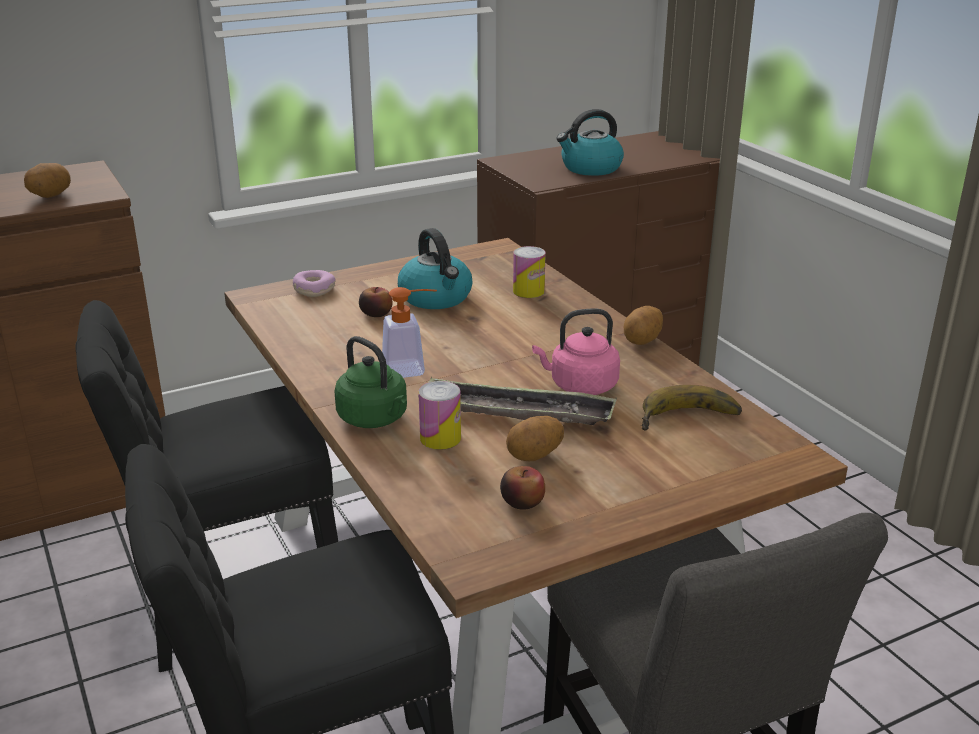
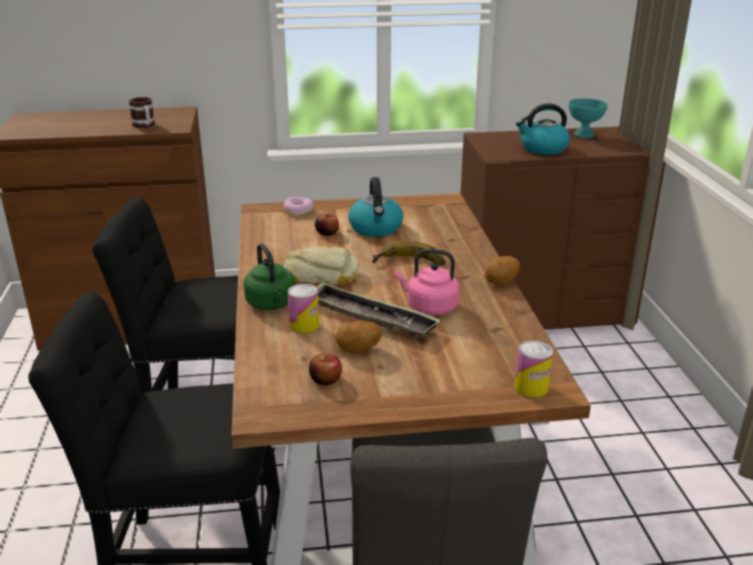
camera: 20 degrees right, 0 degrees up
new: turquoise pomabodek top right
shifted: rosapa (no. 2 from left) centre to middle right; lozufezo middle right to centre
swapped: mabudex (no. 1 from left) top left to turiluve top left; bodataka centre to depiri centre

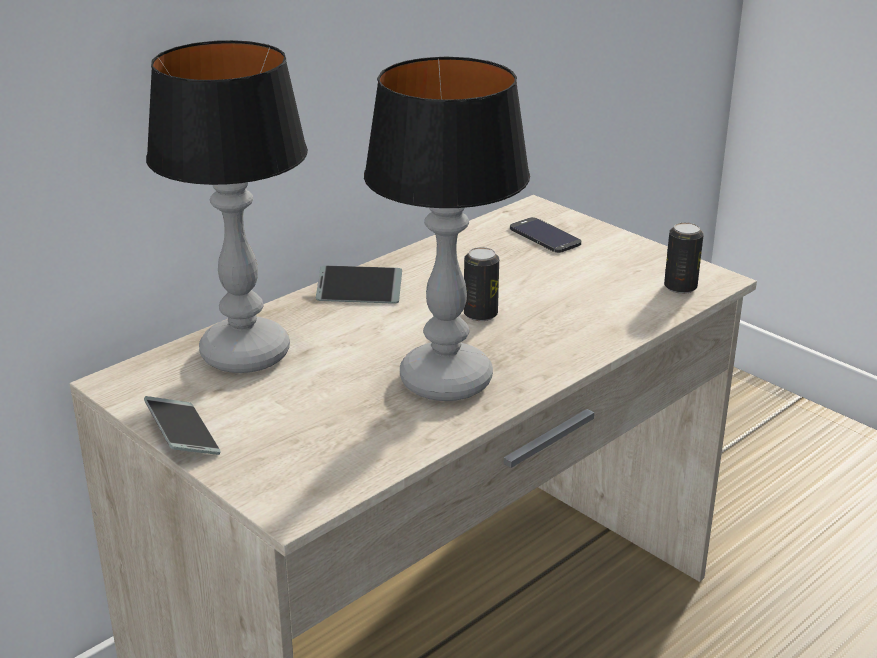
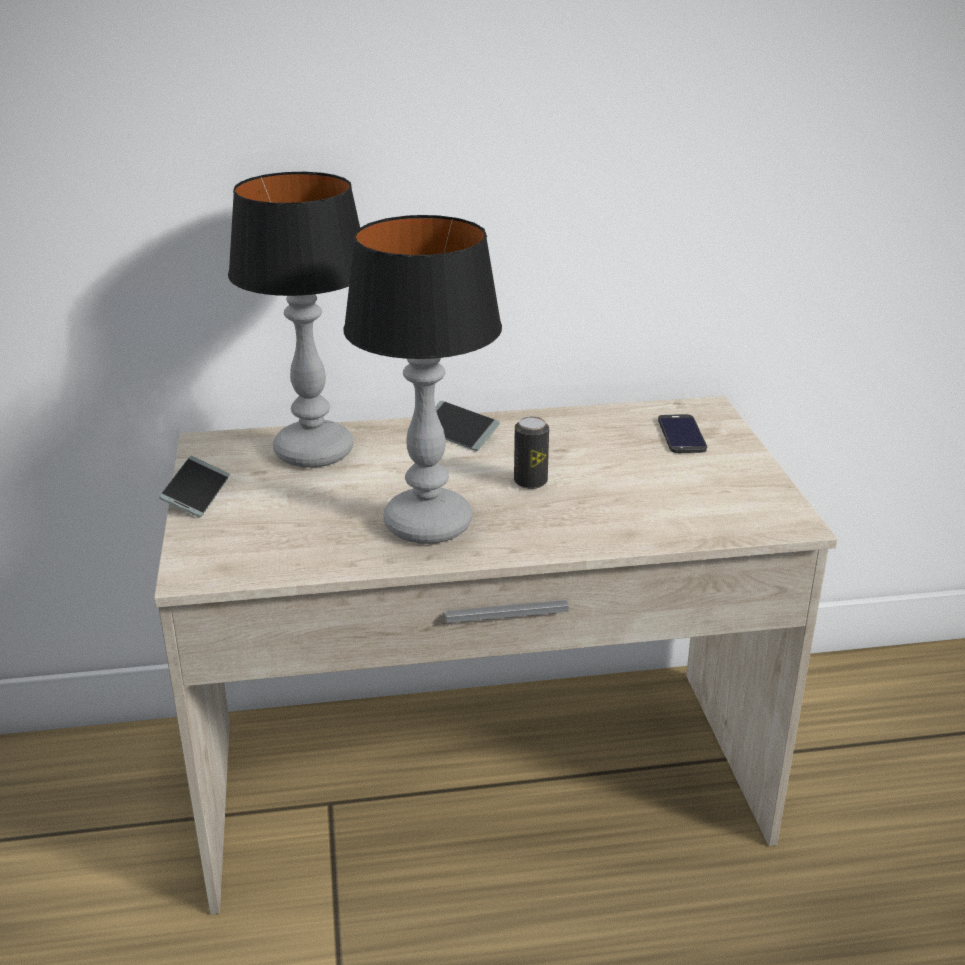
camera: 35 degrees right, 0 degrees up
gone: rosapa (no. 2 from left) middle right

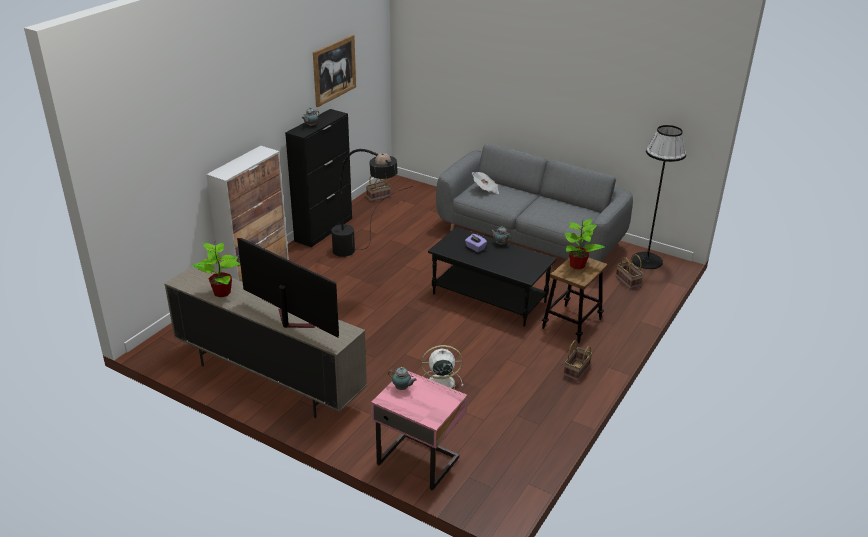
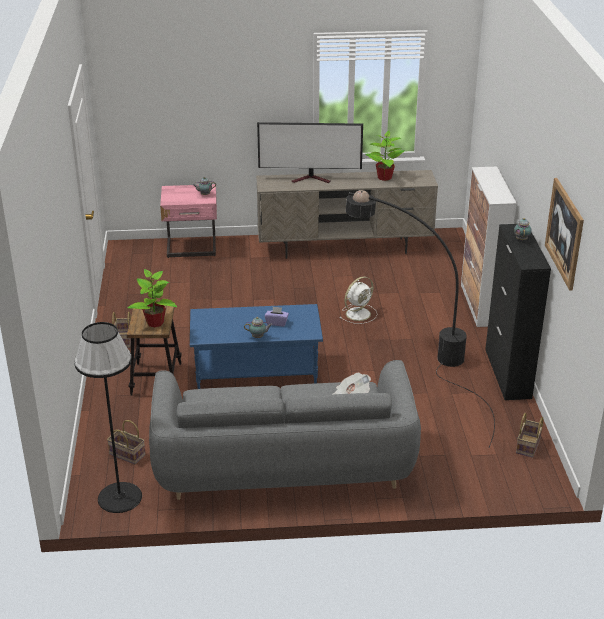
camera: 145 degrees right, 0 degrees up
shifted: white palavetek bottom centre to centre
repainted: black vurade centre to blue vurade centre

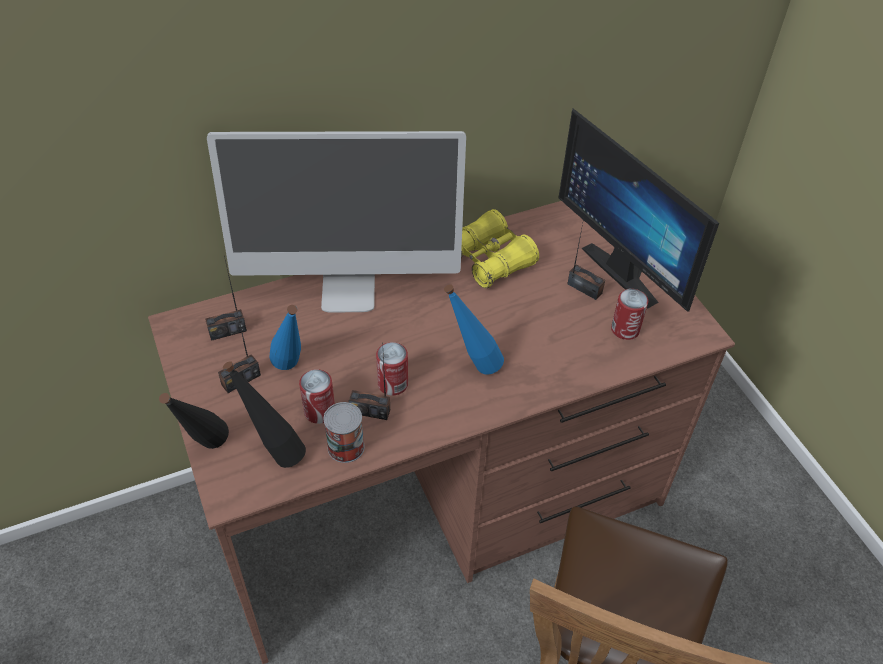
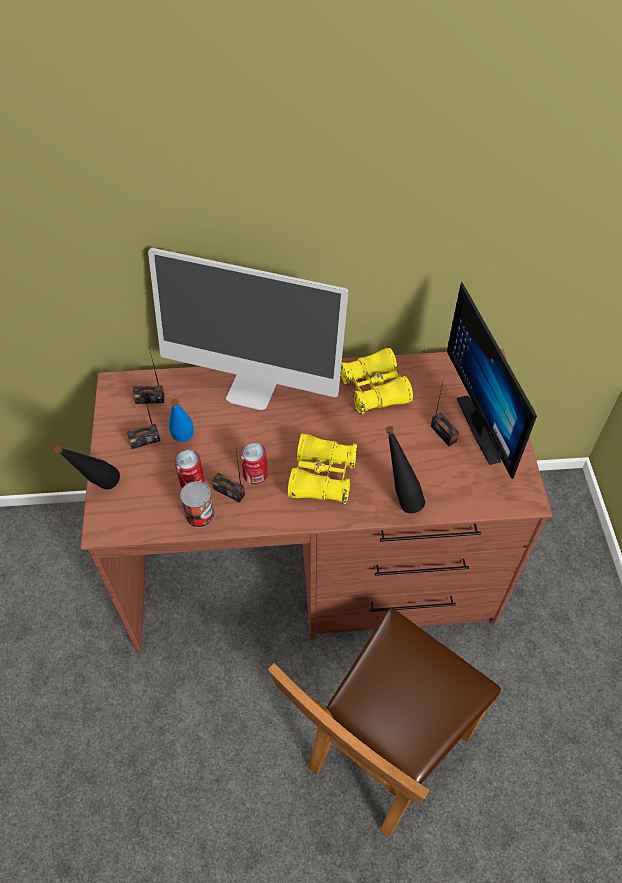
camera: 20 degrees right, 5 degrees up
gone: rosapa (no. 4 from left) middle right
shifted: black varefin (no. 2 from left) middle left to centre
swapped: blue varefin (no. 2 from left) centre to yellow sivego (no. 1 from left) centre

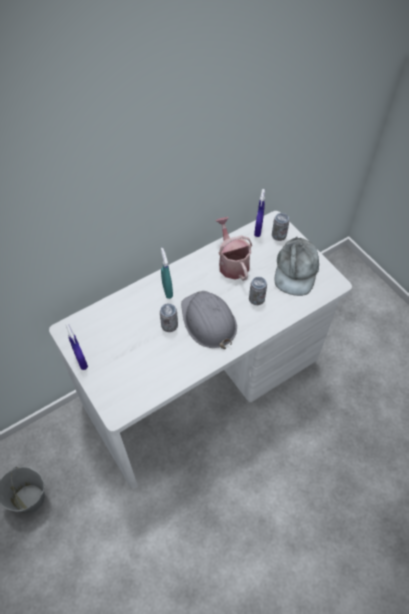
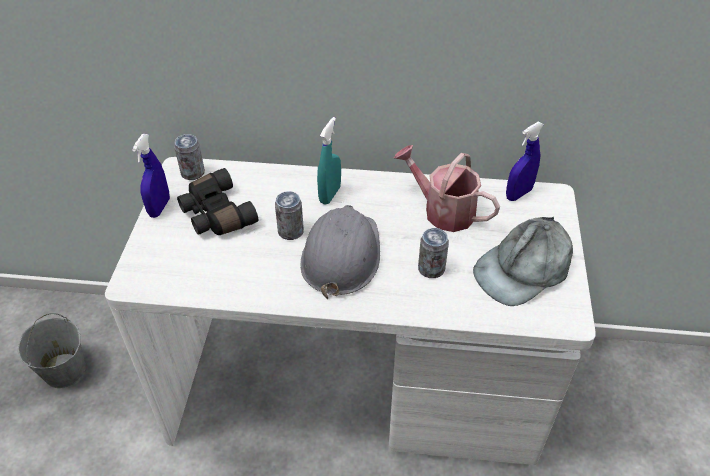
camera: 40 degrees right, 10 degrees down
new: black sivego middle left
shifted: rosapa (no. 3 from left in the first image) middle right to rosapa (no. 1 from left) top left
rotated: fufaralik centre = centre 75 degrees counterclockwise

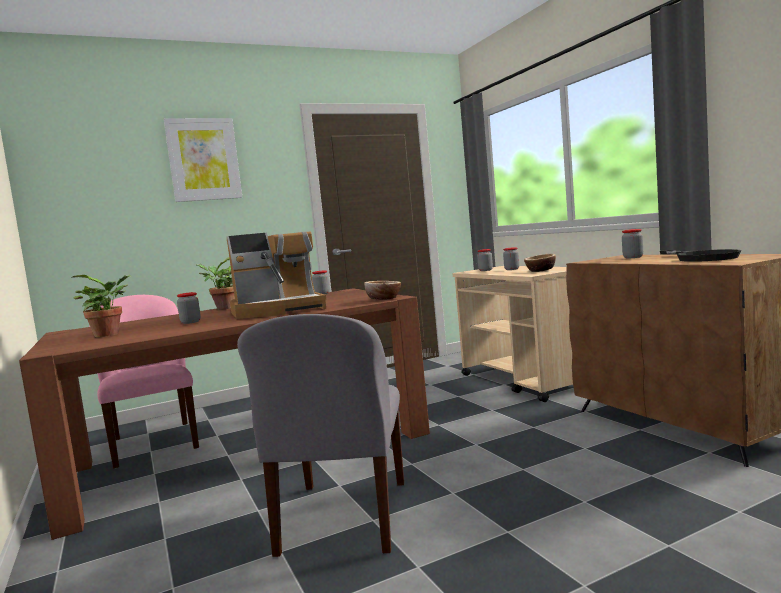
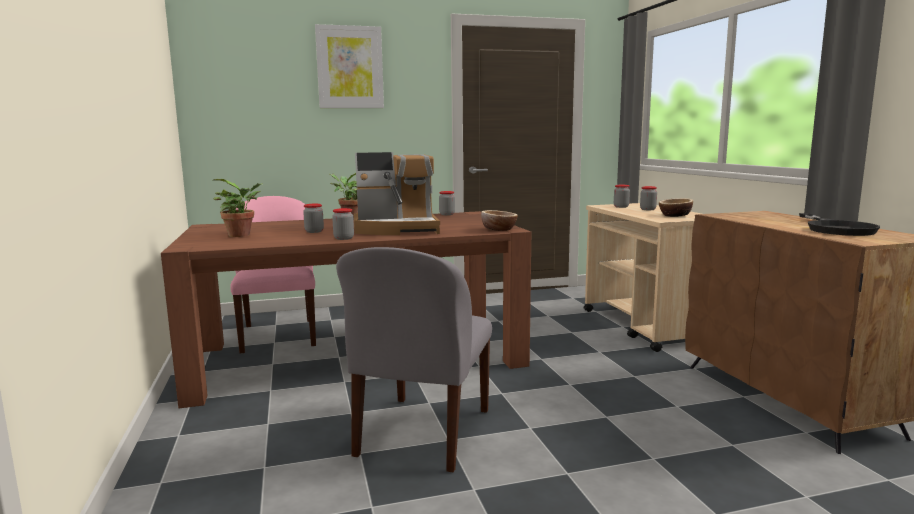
camera: 10 degrees right, 5 degrees up
shifted: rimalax (no. 5 from left in the first image) middle right to rimalax (no. 2 from left) centre

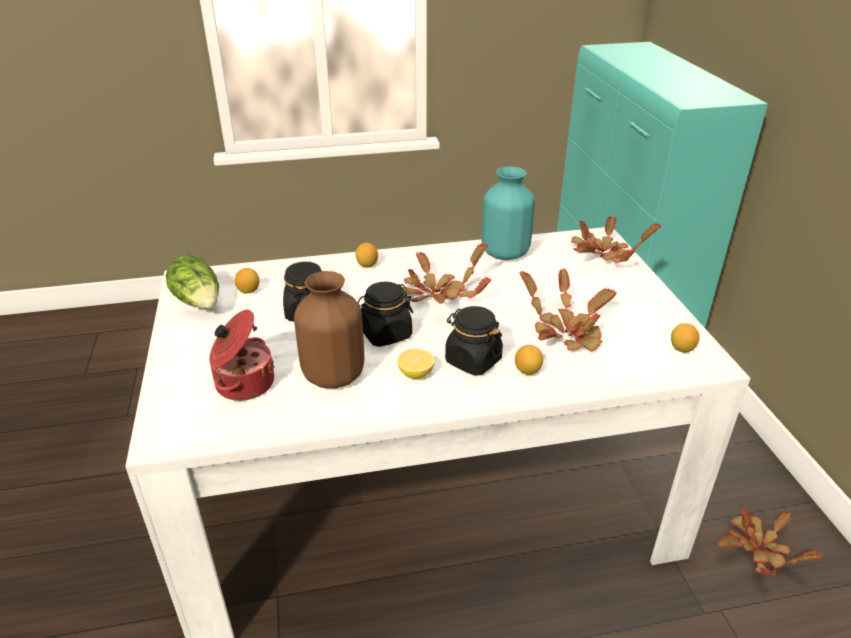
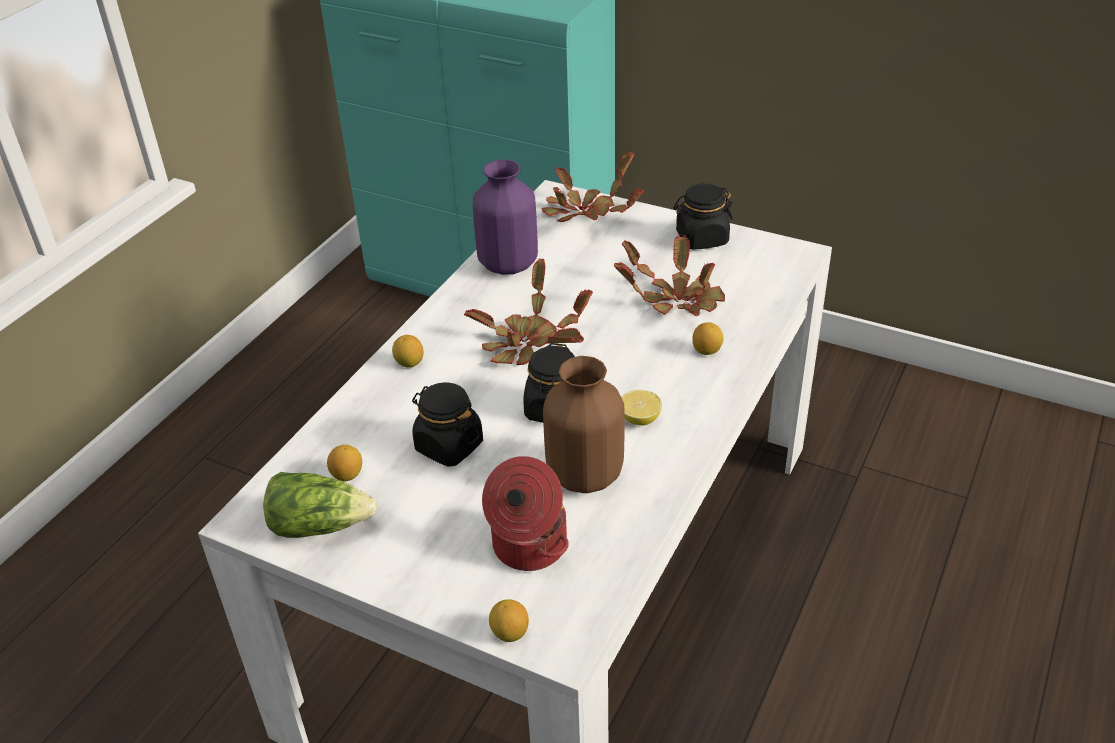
camera: 50 degrees left, 5 degrees up
gone: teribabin (no. 4 from left) bottom right
shifted: black rimalax (no. 3 from left) centre to top centre; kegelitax (no. 5 from left in the first image) middle right to kegelitax (no. 3 from left) bottom centre
repainted: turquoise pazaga centre to purple pazaga top centre

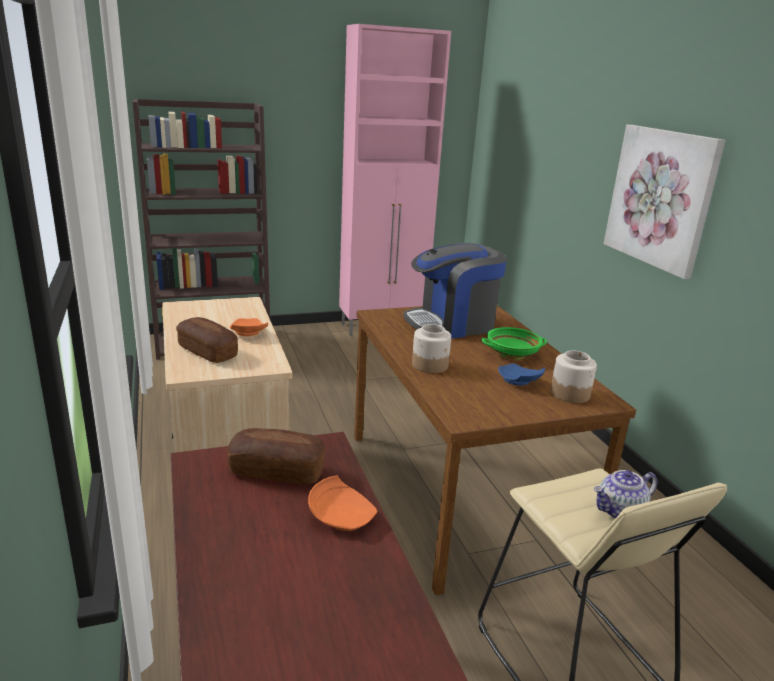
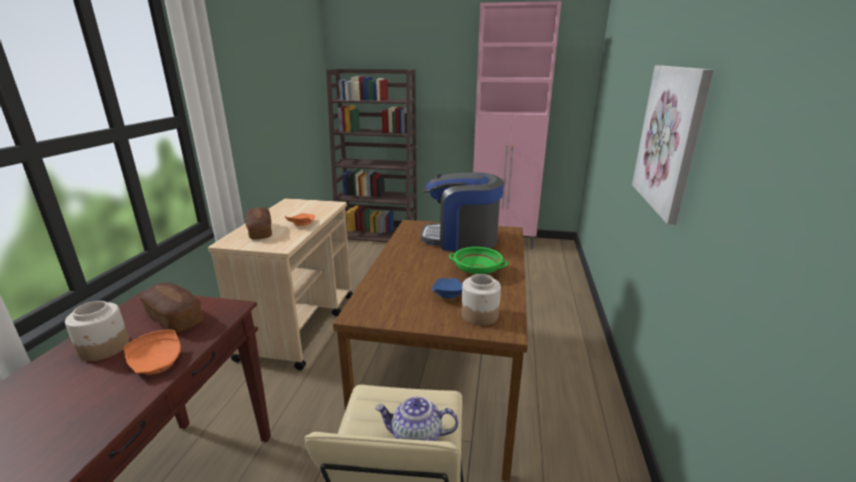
camera: 30 degrees right, 0 degrees up
shifted: rimalax (no. 1 from left) centre to bottom left

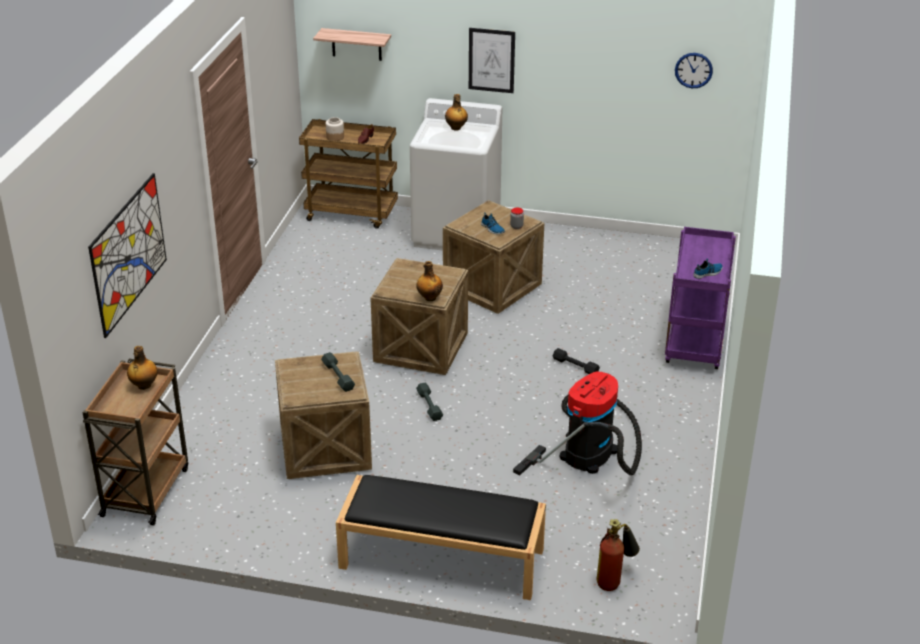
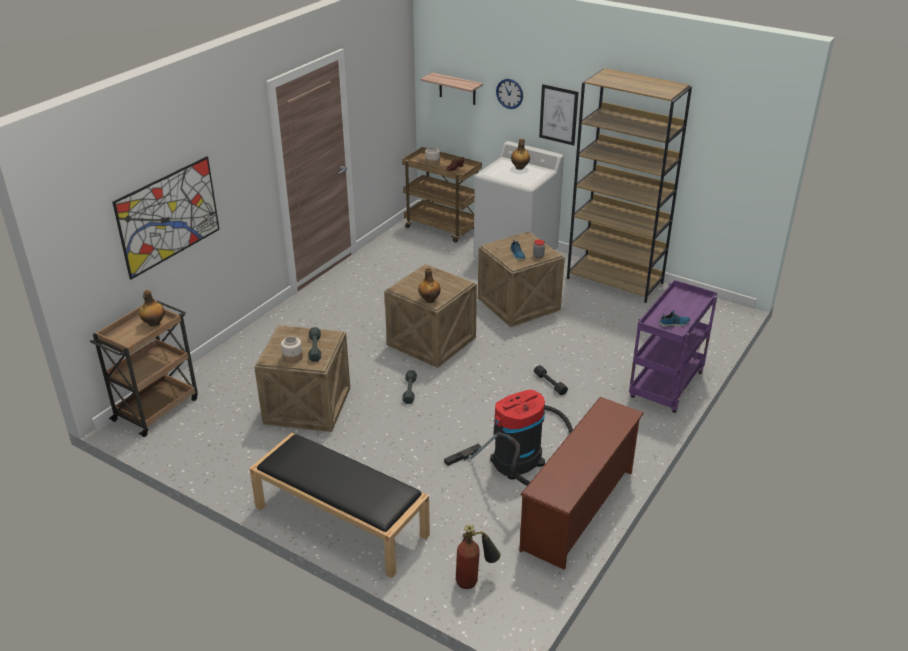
camera: 20 degrees right, 0 degrees up
new: rimalax (no. 1 from left) middle left; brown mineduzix bottom centre; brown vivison top right
shifted: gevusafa top right to top centre

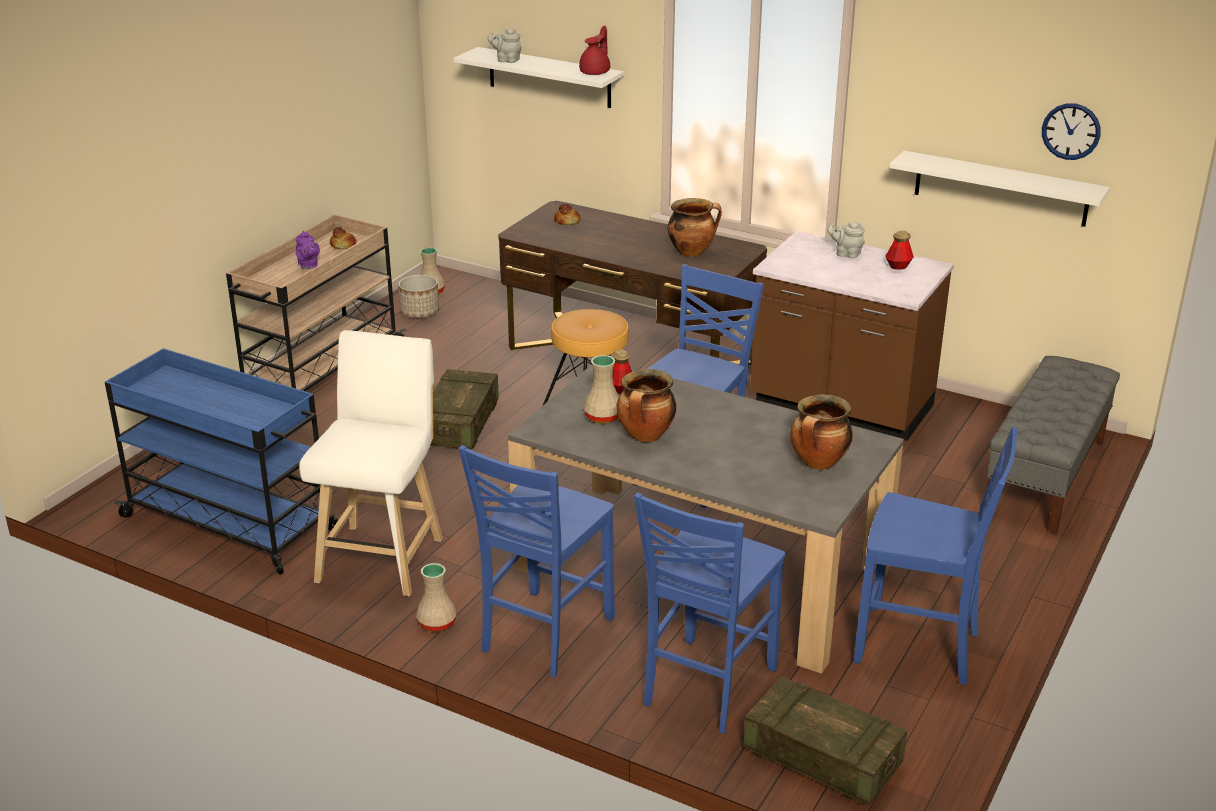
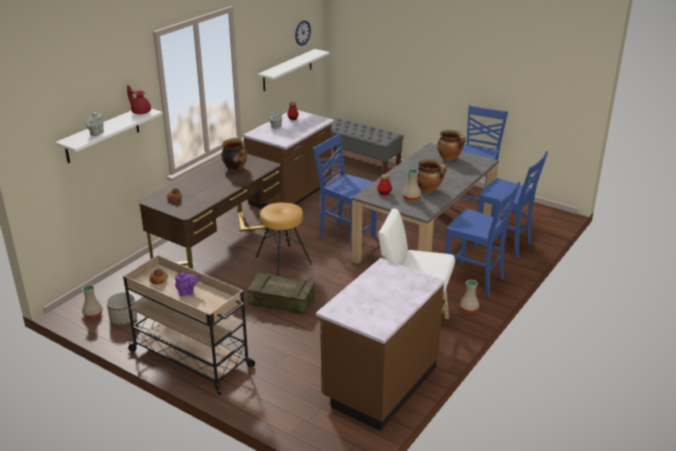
camera: 85 degrees left, 0 degrees up
gone: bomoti (no. 2 from left) bottom right
swapped: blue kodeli middle left to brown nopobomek (no. 2 from left) bottom centre

